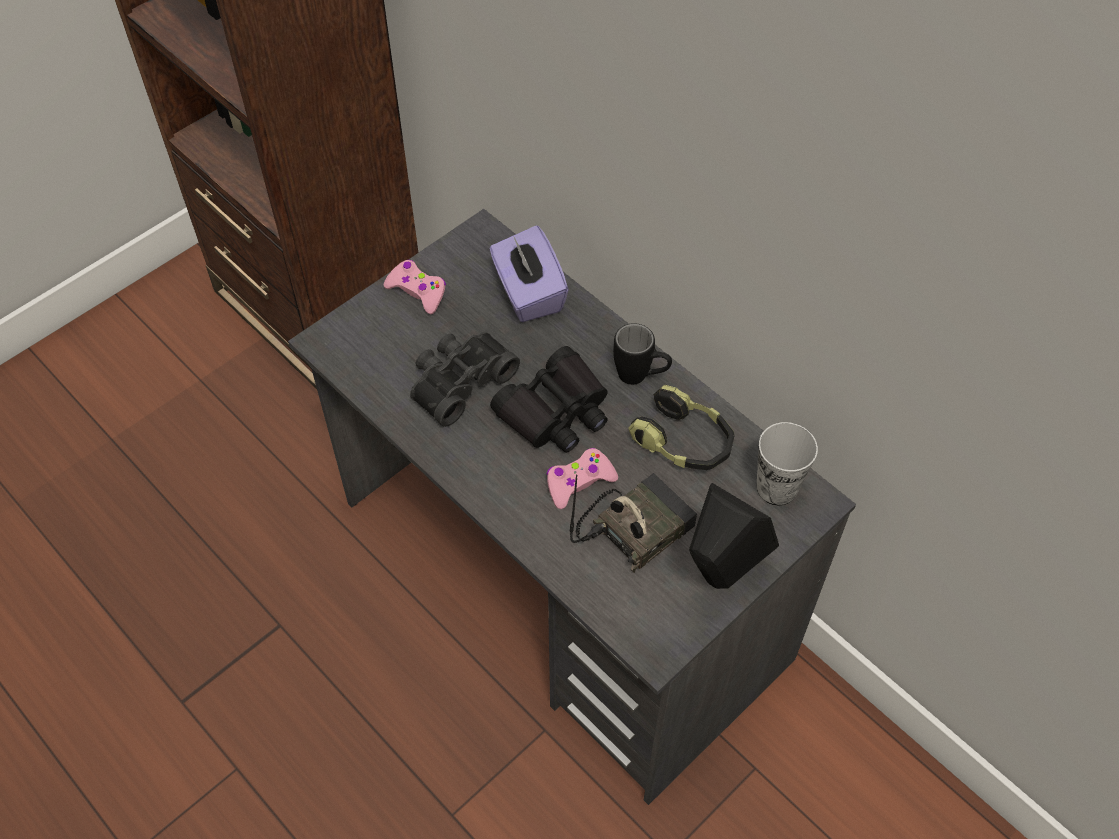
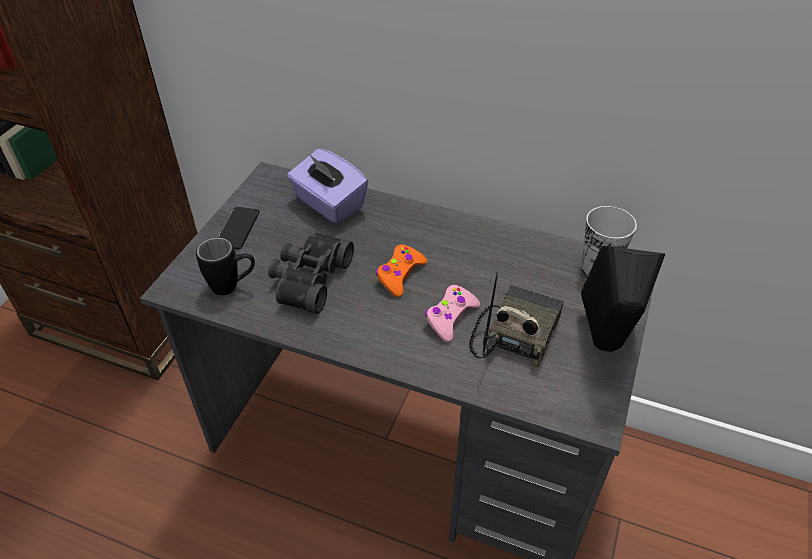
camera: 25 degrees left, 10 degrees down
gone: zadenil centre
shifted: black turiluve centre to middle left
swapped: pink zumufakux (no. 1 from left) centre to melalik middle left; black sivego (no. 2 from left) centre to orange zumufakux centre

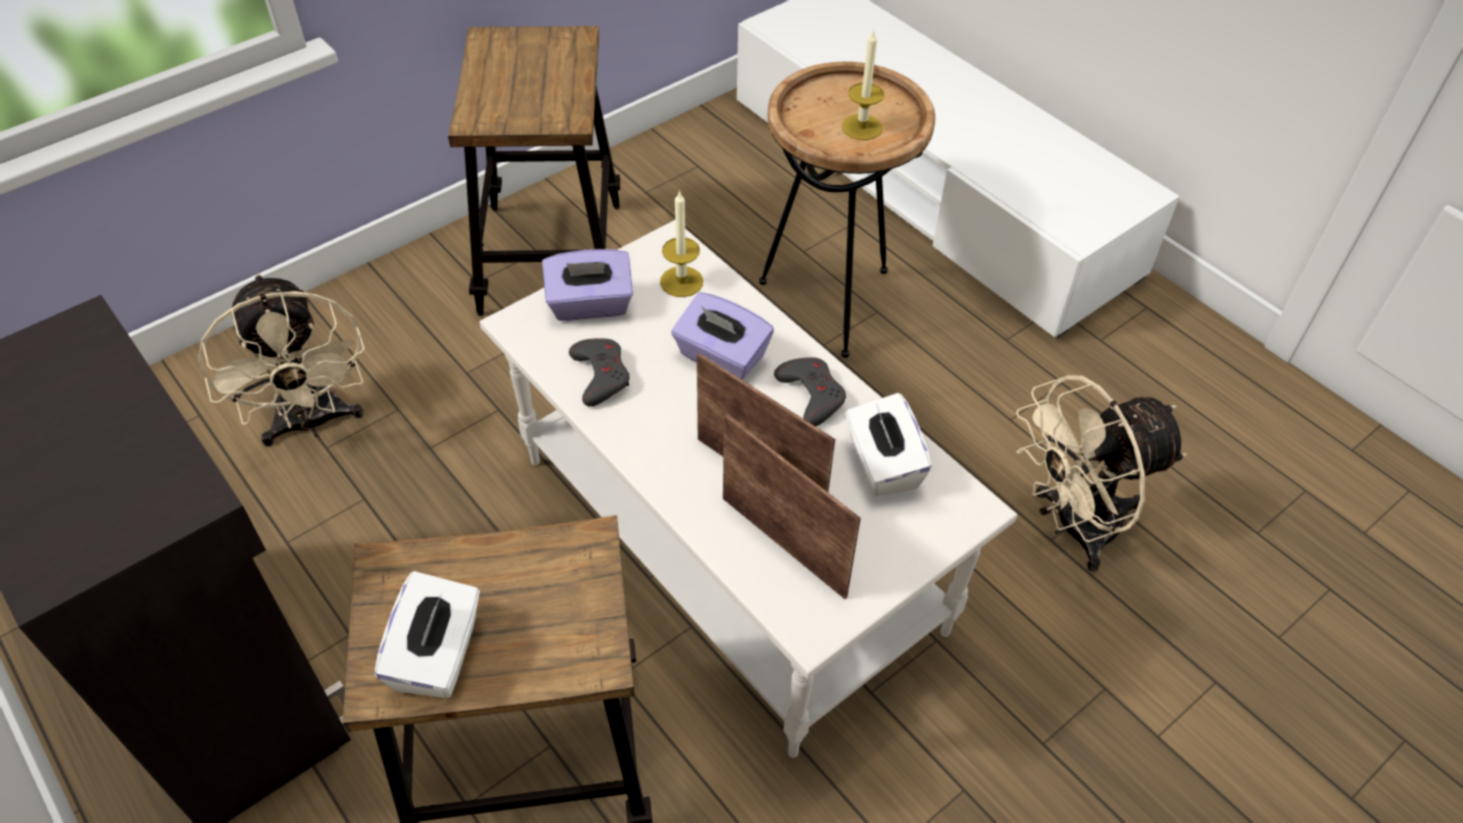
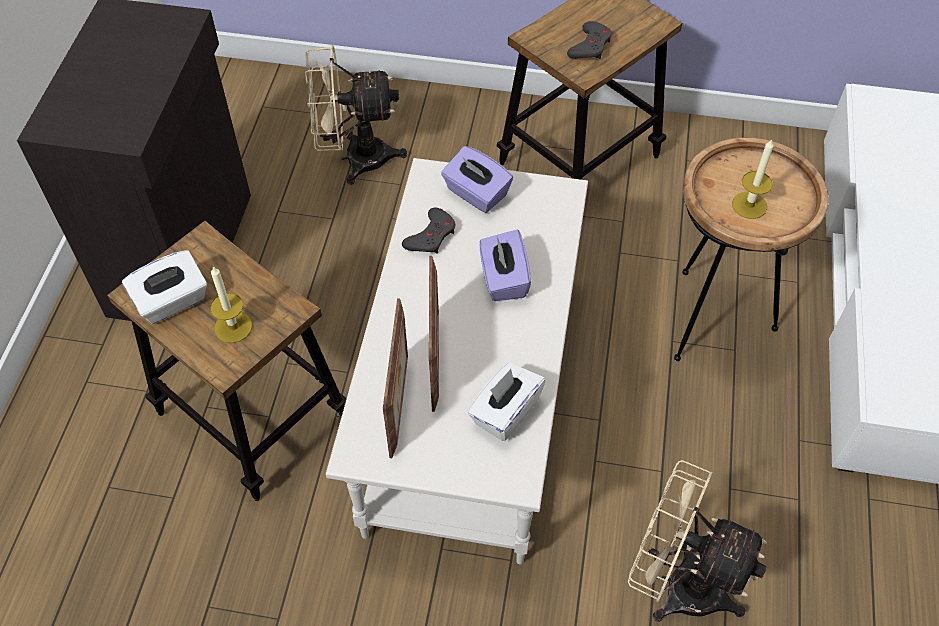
camera: 50 degrees right, 5 degrees up
shifted: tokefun (no. 1 from left) top centre to middle left; grey zumufakux (no. 2 from left) centre to top centre
rotated: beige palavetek (no. 1 from left) middle left = top centre 60 degrees clockwise

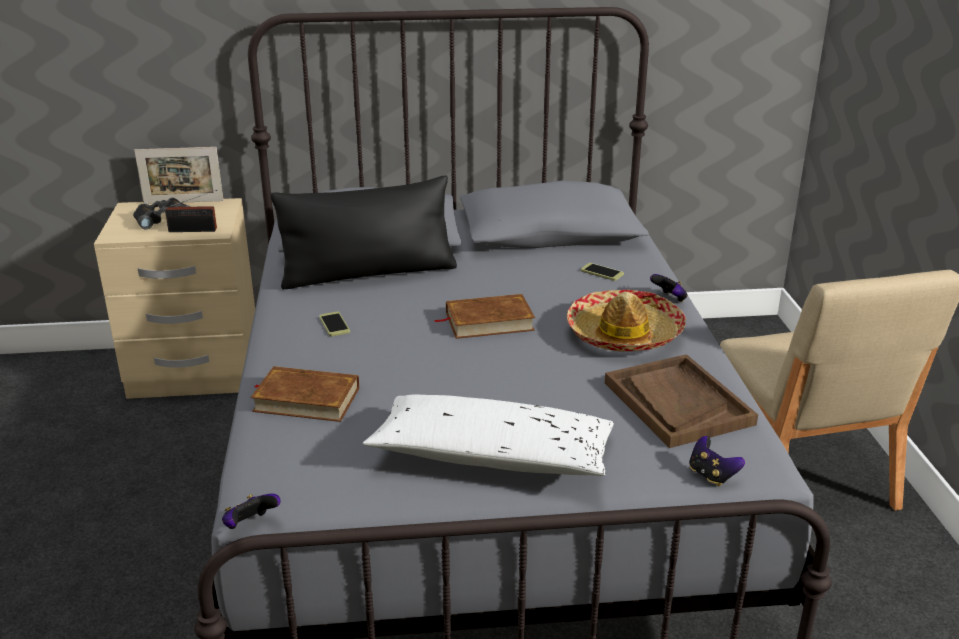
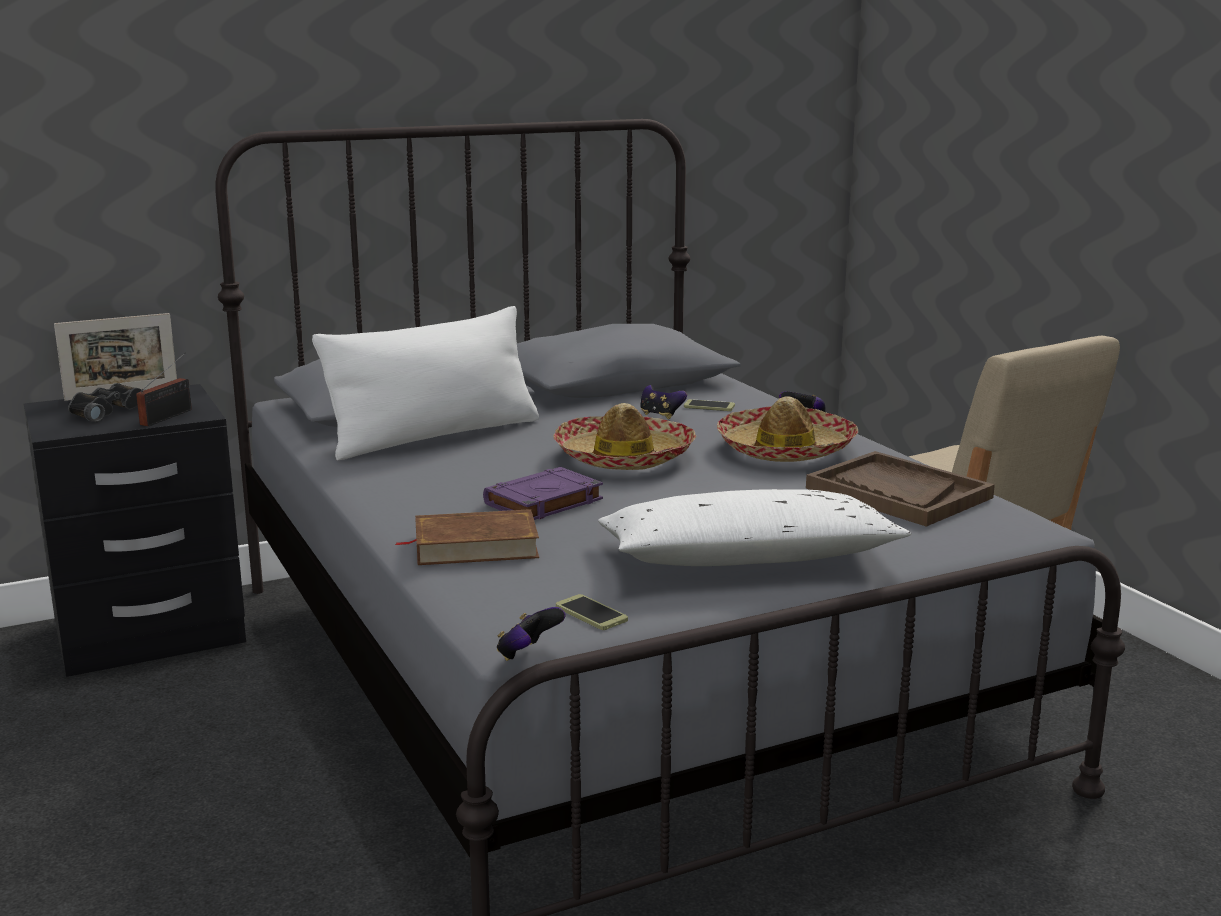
camera: 20 degrees left, 10 degrees down
new: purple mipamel centre
shifted: melalik (no. 1 from left) centre to bottom centre; zumufakux (no. 3 from left in the first image) bottom right to zumufakux (no. 2 from left) centre
swapped: brown mipamel (no. 2 from left) centre to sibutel (no. 1 from left) centre
repainted: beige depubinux middle left to black depubinux middle left; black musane centre to white musane (no. 1 from left) centre
rotated: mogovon top left = middle left 45 degrees counterclockwise

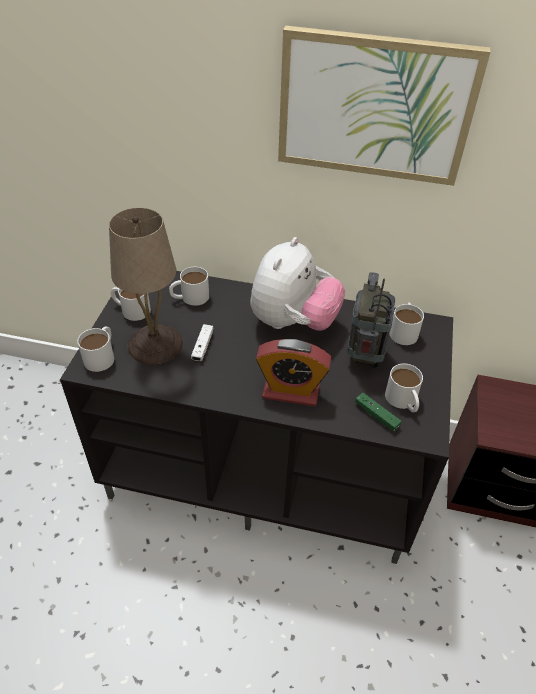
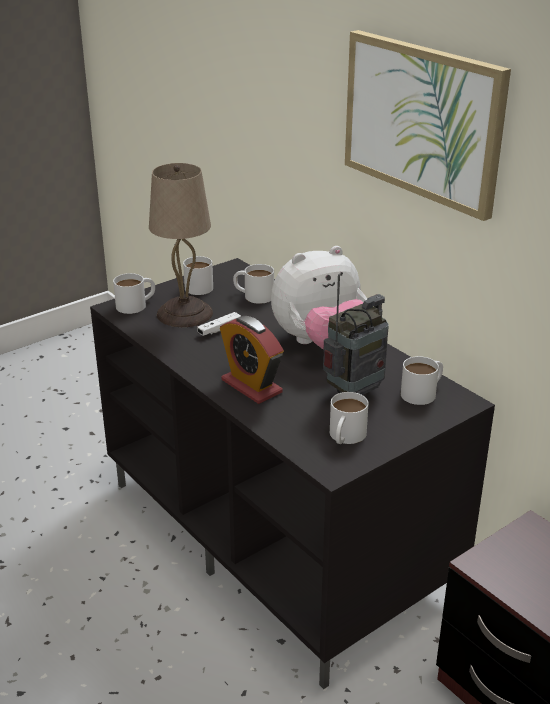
camera: 40 degrees right, 15 degrees down
gone: green zumufakux middle right

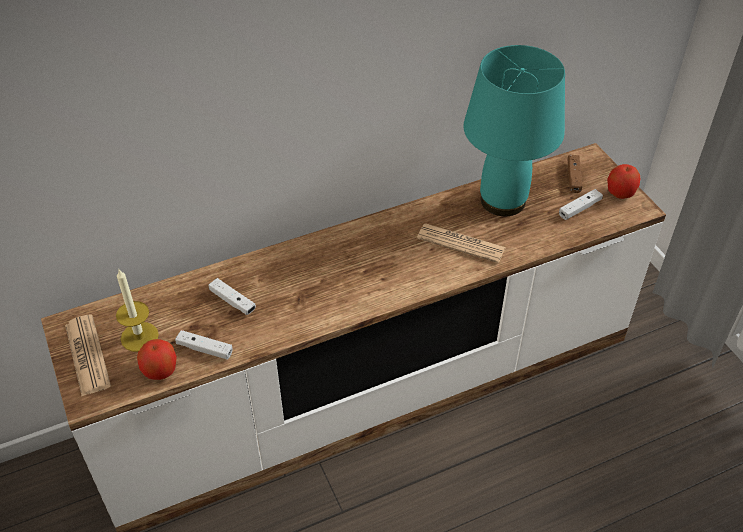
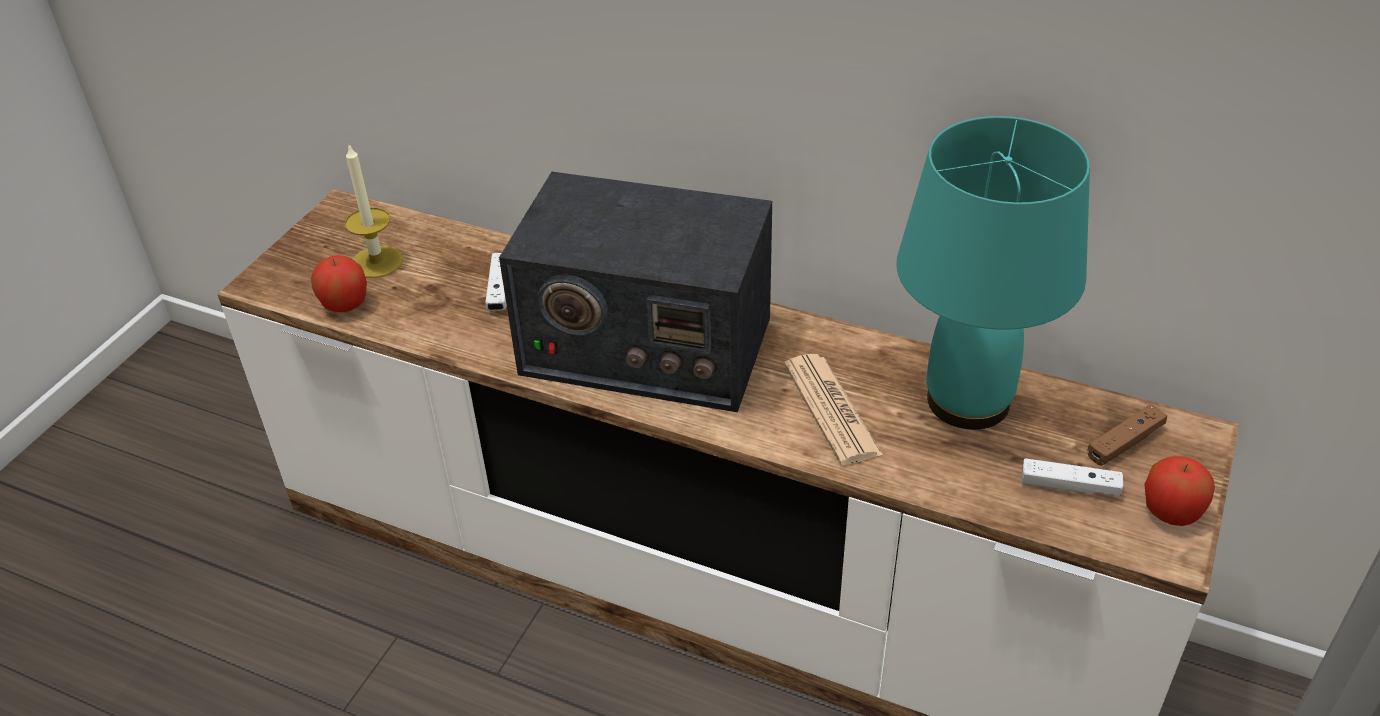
camera: 50 degrees right, 5 degrees down
gone: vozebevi (no. 1 from left) bottom left; white zumufakux (no. 1 from left) middle left
new: mogovon centre

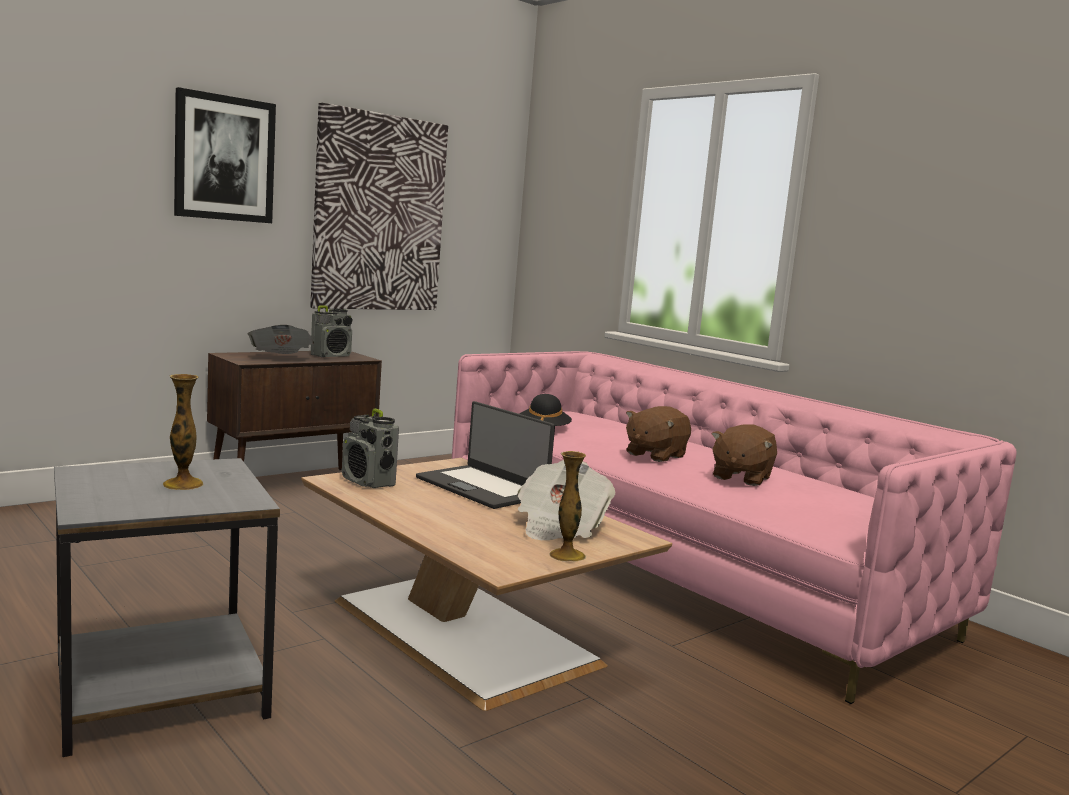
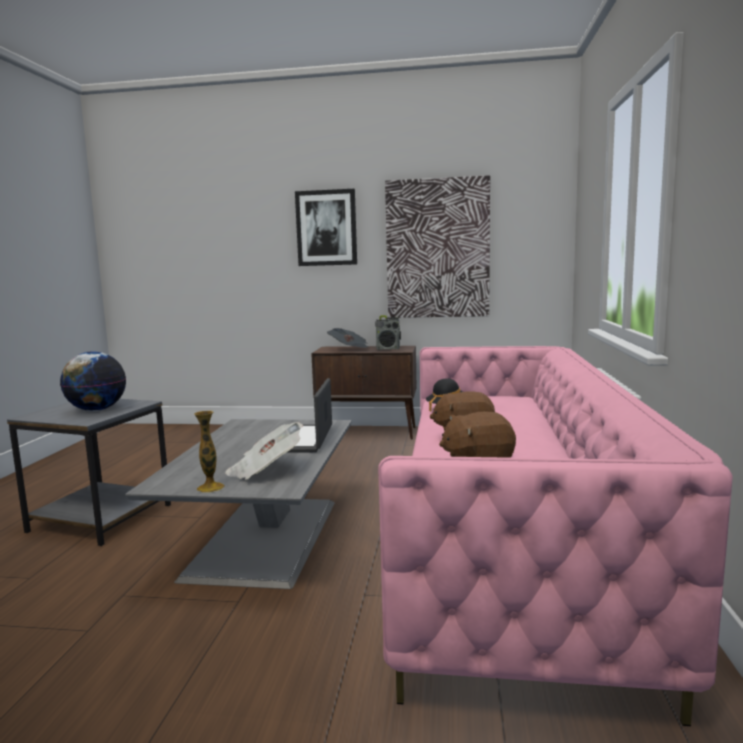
camera: 50 degrees right, 0 degrees up
gone: mogovon (no. 2 from left) centre
swapped: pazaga (no. 1 from left) middle left to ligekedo middle left
repainted: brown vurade bottom centre to grey vurade bottom left

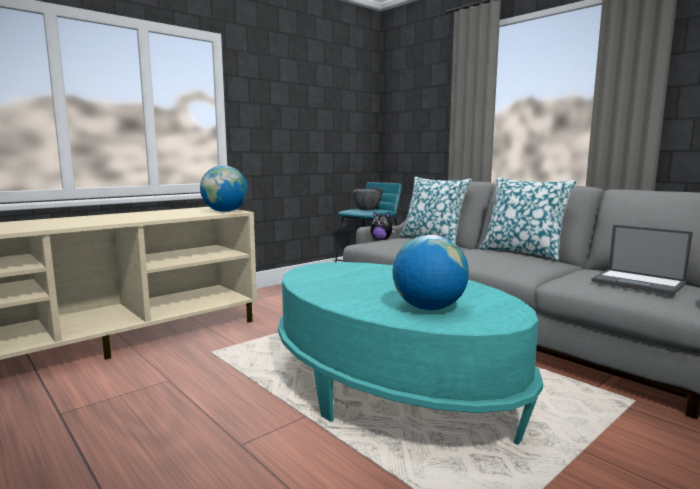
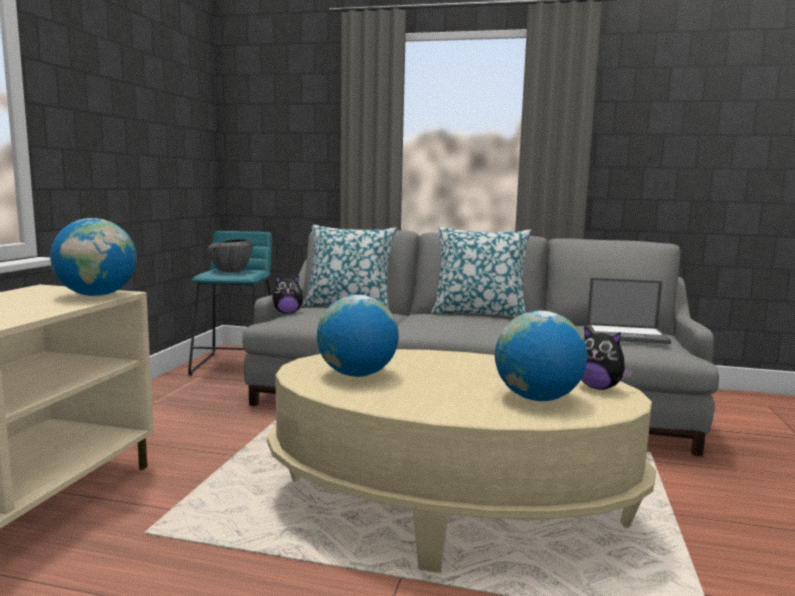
camera: 35 degrees left, 0 degrees up
new: ligekedo (no. 2 from left) centre; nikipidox (no. 2 from left) middle right
repainted: turquoise vurade bottom centre to beige vurade bottom centre

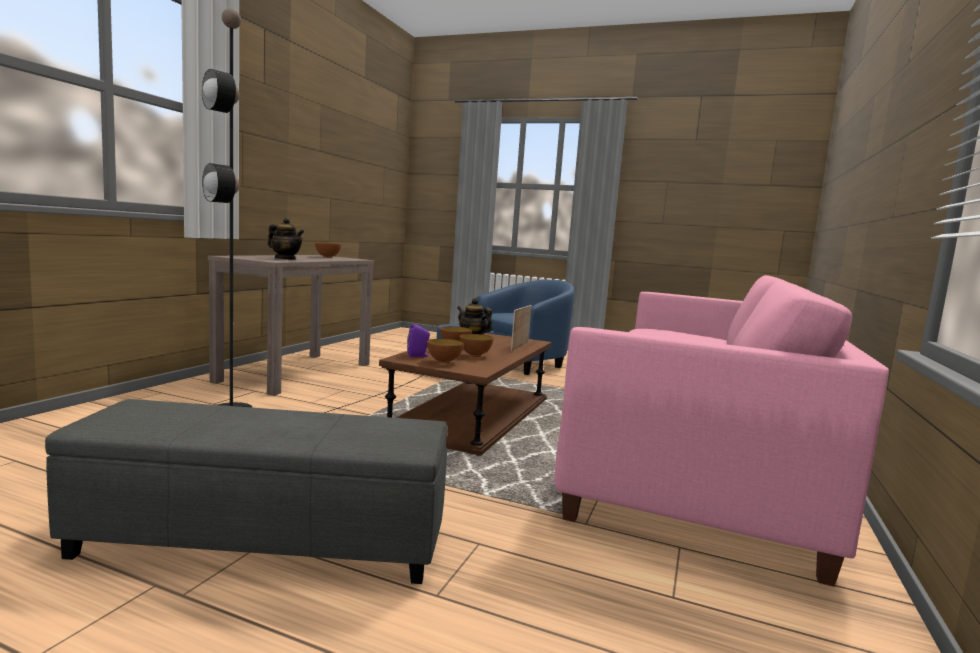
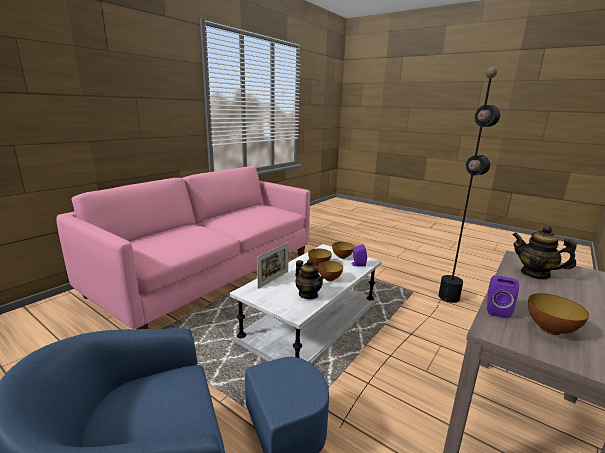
camera: 165 degrees left, 10 degrees up
gone: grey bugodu bottom left
new: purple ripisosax (no. 2 from left) middle right
repainted: brown vurade centre to white vurade bottom centre

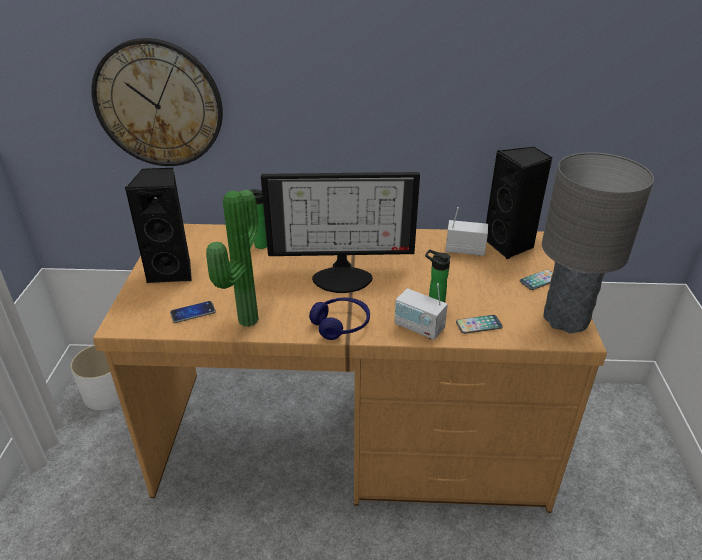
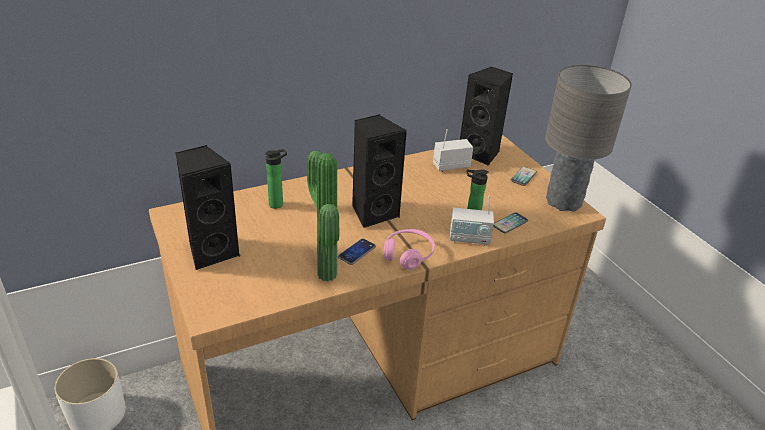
camera: 30 degrees left, 0 degrees up
gone: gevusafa top left
shifted: melalik (no. 1 from left) middle left to centre
swapped: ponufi centre to black ripisosax (no. 2 from left) centre
repainted: blue zadenil centre to pink zadenil centre

